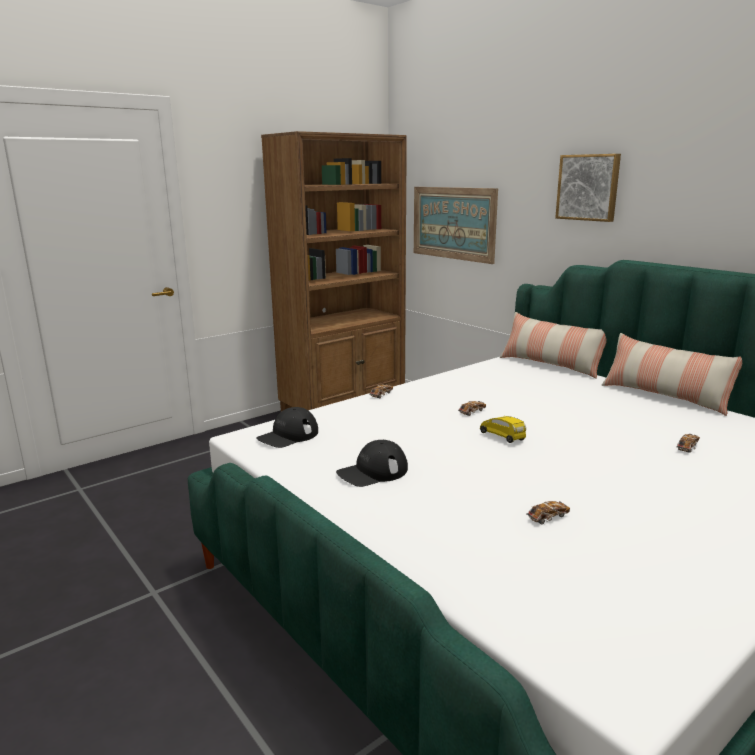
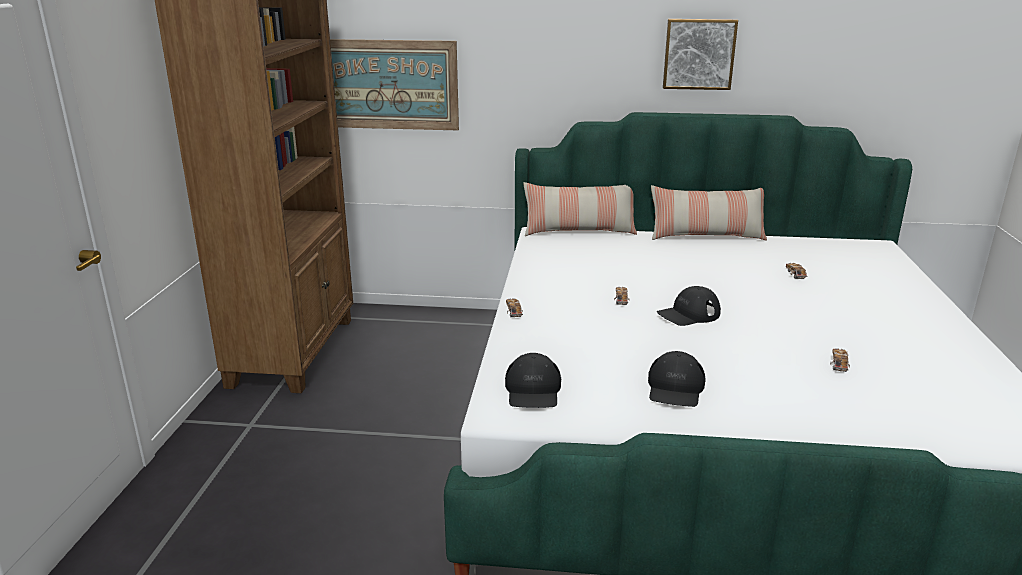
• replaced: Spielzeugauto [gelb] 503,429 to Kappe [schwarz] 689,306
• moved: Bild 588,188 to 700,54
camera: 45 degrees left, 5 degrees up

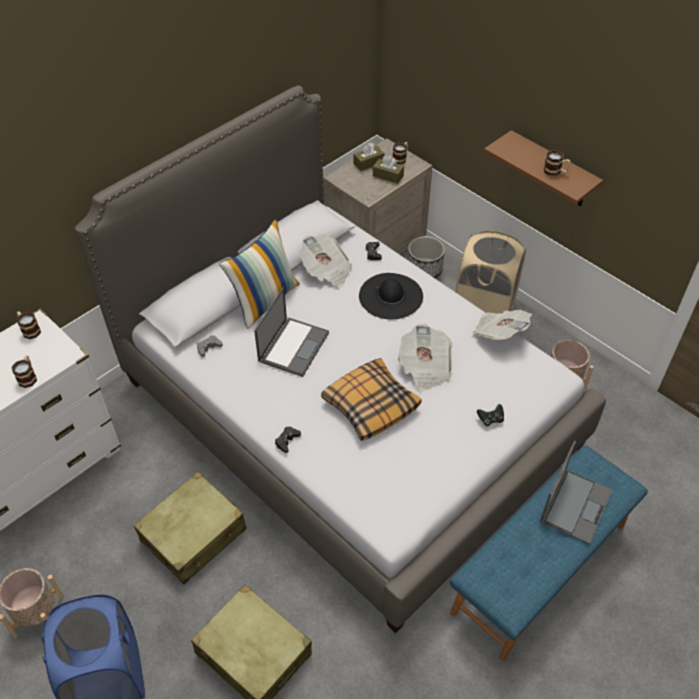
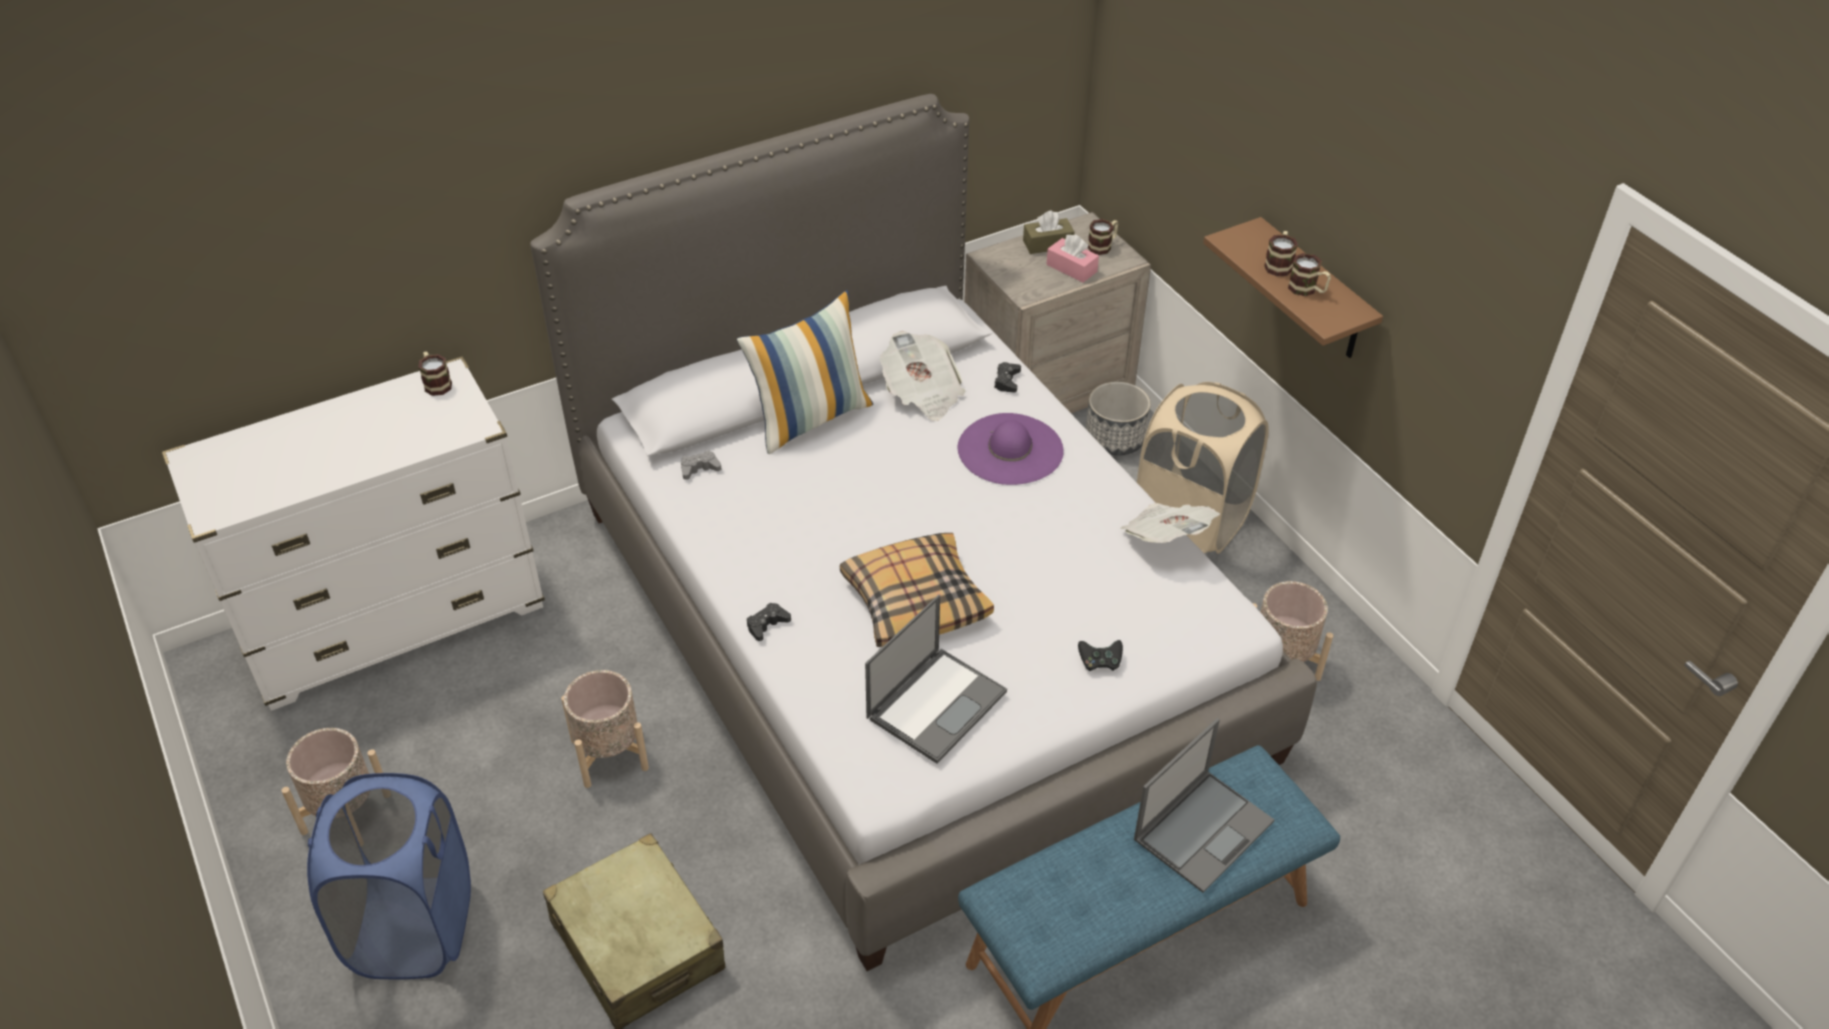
• moved: Henkelbecher 24,371 to 1281,254
• replaced: Koffer [beige] 190,528 to Pflanzkübel [beige] 605,729
• moved: Laptop 291,332 to 936,679
• recoloured: Hut [schwarz] 391,296 to Hut [lila] 1011,449
• recoloured: Taschentuchbox [braun] 388,170 to Taschentuchbox [rosa] 1072,259
• removed: Zeitung 425,357
camera: 15 degrees right, 5 degrees down

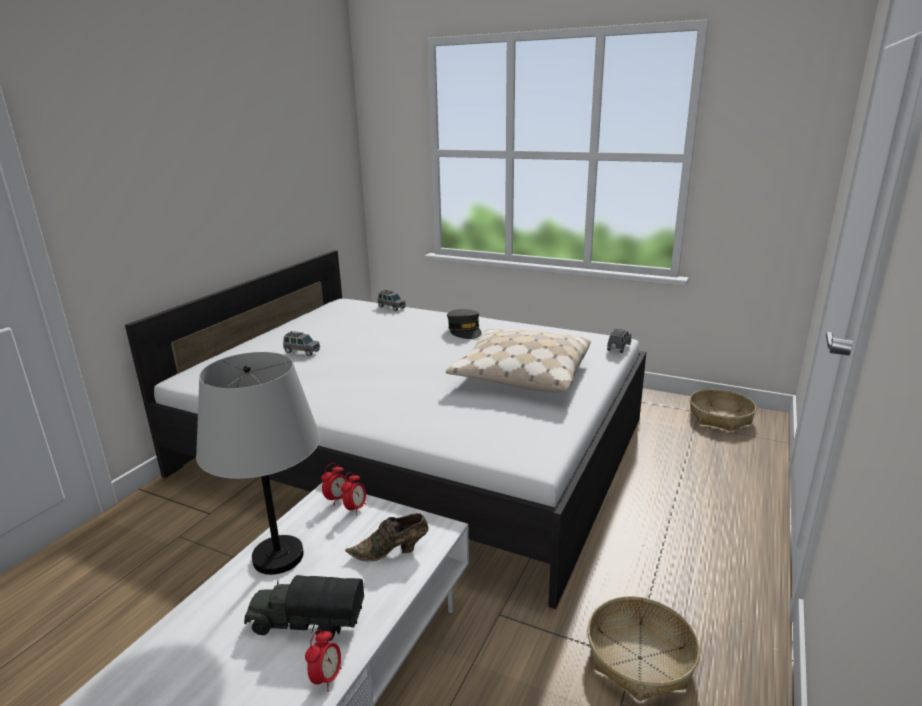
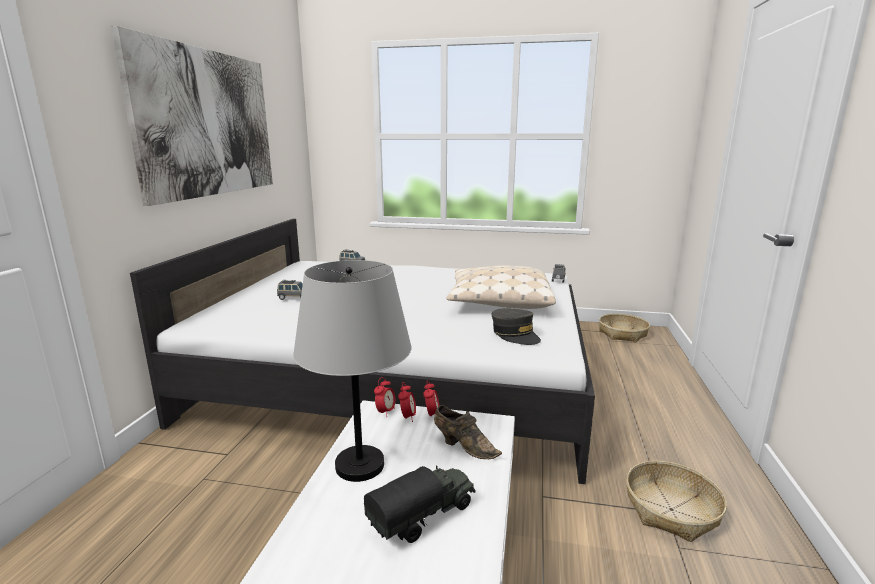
• turned: Spielzeuglaster 304,608 = 419,504 150 degrees clockwise
• moved: Wecker 323,660 to 431,398
• turned: Schuh [braun] 387,537 = 468,432 120 degrees counterclockwise
• moved: Kappe [grau] 464,324 to 516,326
• added: Bild 192,116
camera: 15 degrees left, 5 degrees down

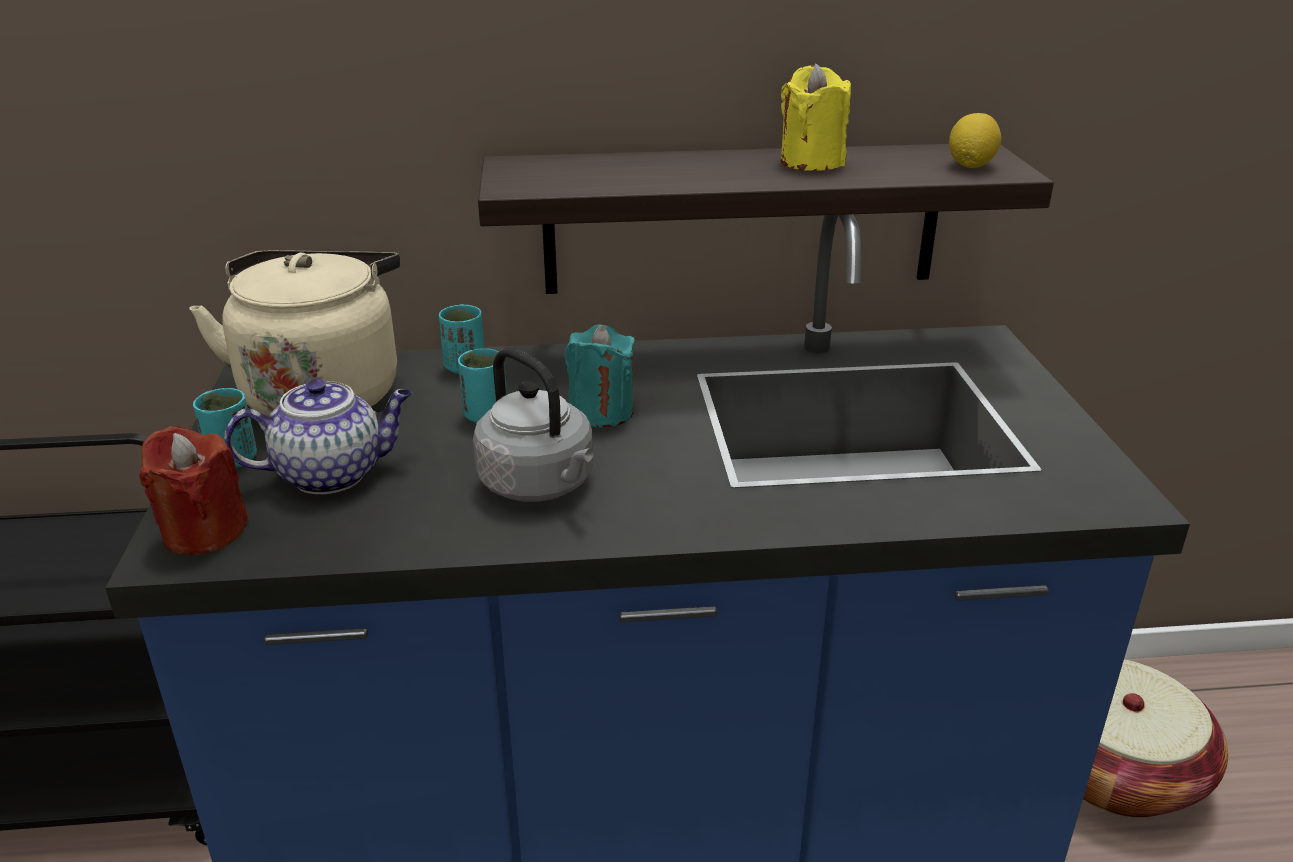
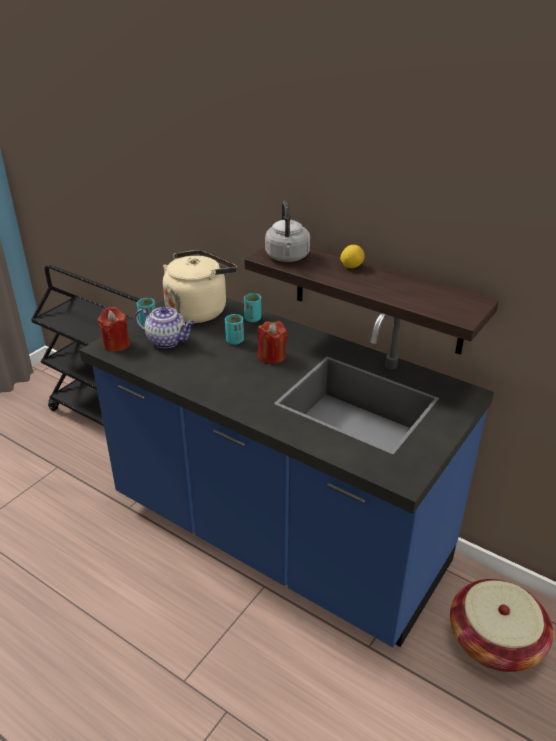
• moved: Wasserkessel [grau] 533,425 to 287,231
• recoloured: Kerze [türkis] 600,376 to Kerze [rot] 272,342
• removed: Kerze [gelb] 816,117
• moved: Zitrone 975,140 to 352,256
camera: 40 degrees right, 5 degrees up

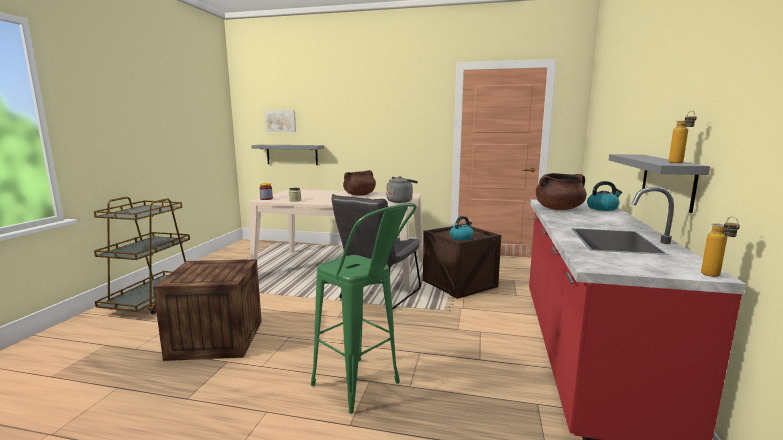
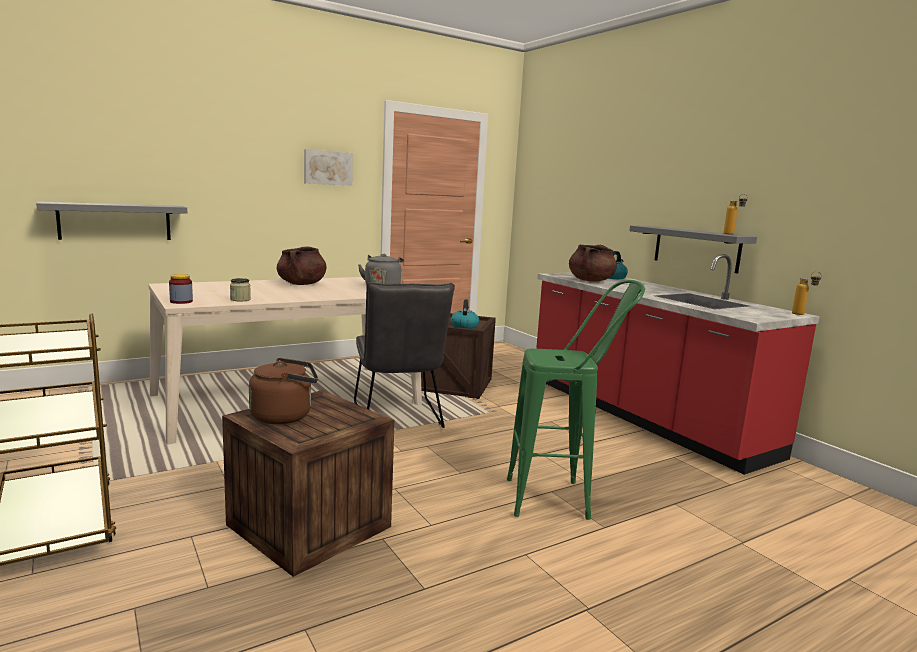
• moved: Bild 280,121 to 328,167
• added: Wasserkessel [braun] 283,391
camera: 45 degrees left, 0 degrees up

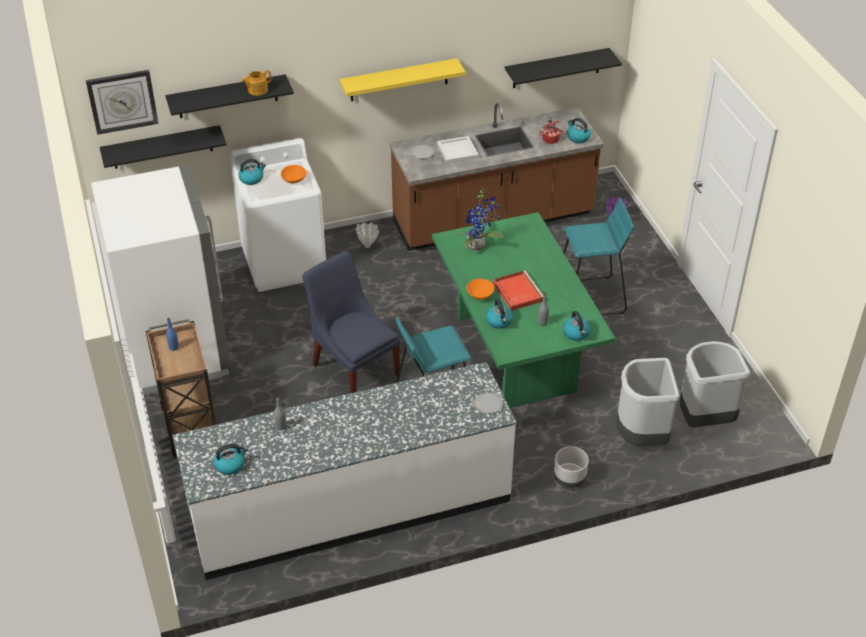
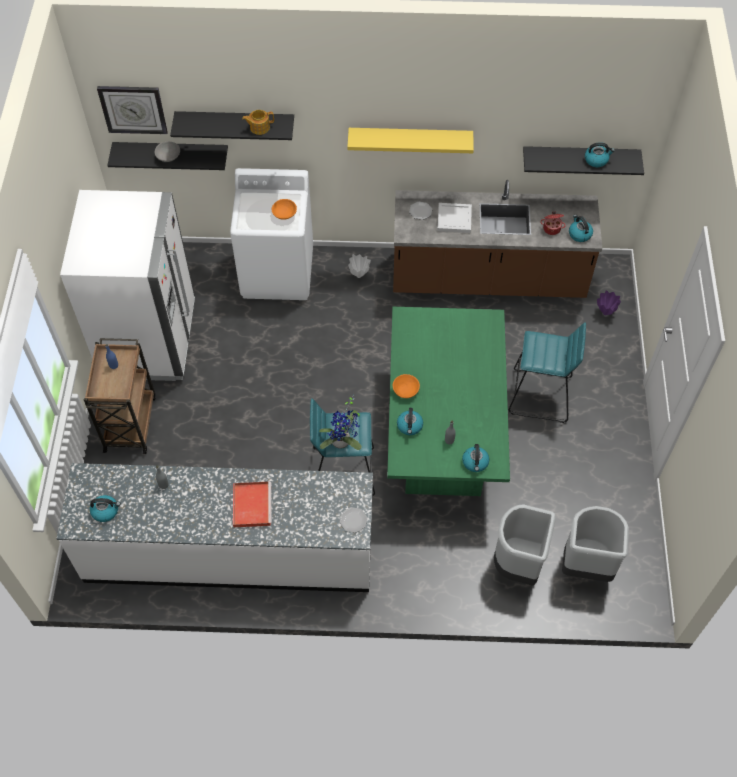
• moved: Wasserkessel 252,172 to 600,154
• removed: Stuhl [blau] 351,322
• moved: Topfpflanze 480,219 to 340,422
• moved: Tablett [rot] 518,290 to 252,504
• removed: Pflanzkübel [grau] 571,467
• added: Schüssel [grau] 167,151
camera: 20 degrees right, 15 degrees up

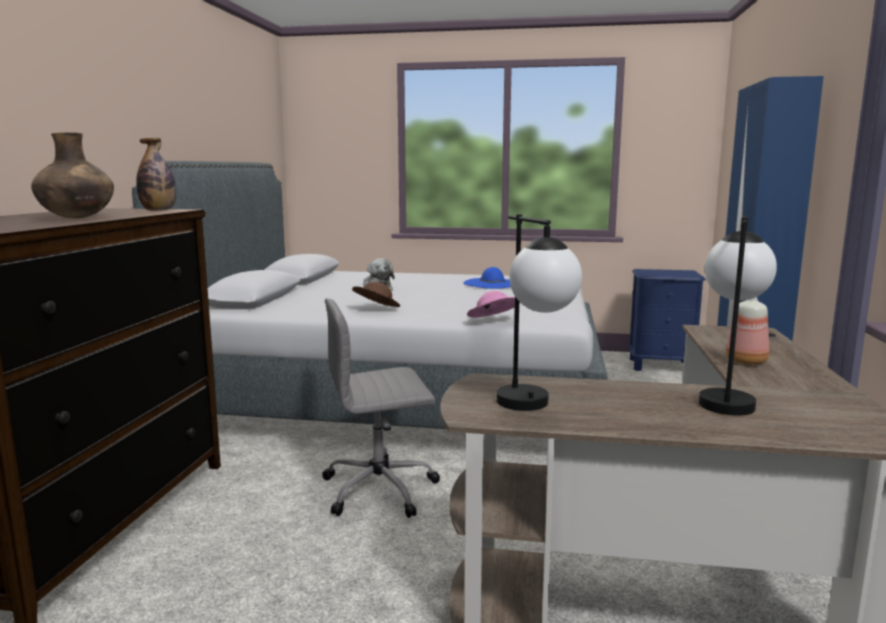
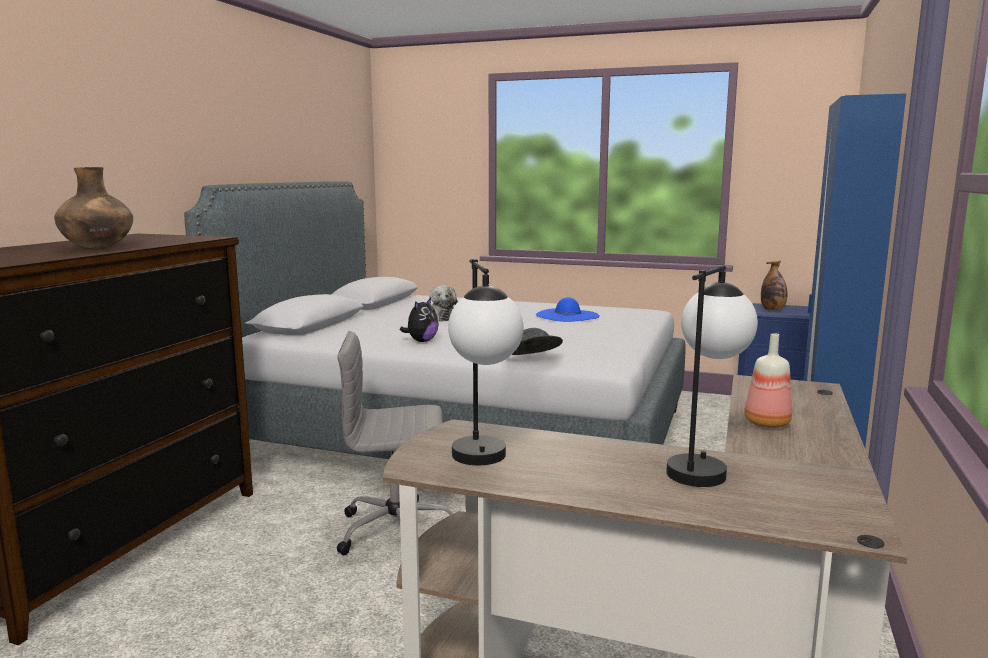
• moved: Flasche 156,174 to 774,285
• replaced: Hut [braun] 376,294 to Plüschtier 419,320
• recoloured: Hut [rosa] 493,304 to Hut [grau] 537,341
camera: 10 degrees right, 0 degrees up

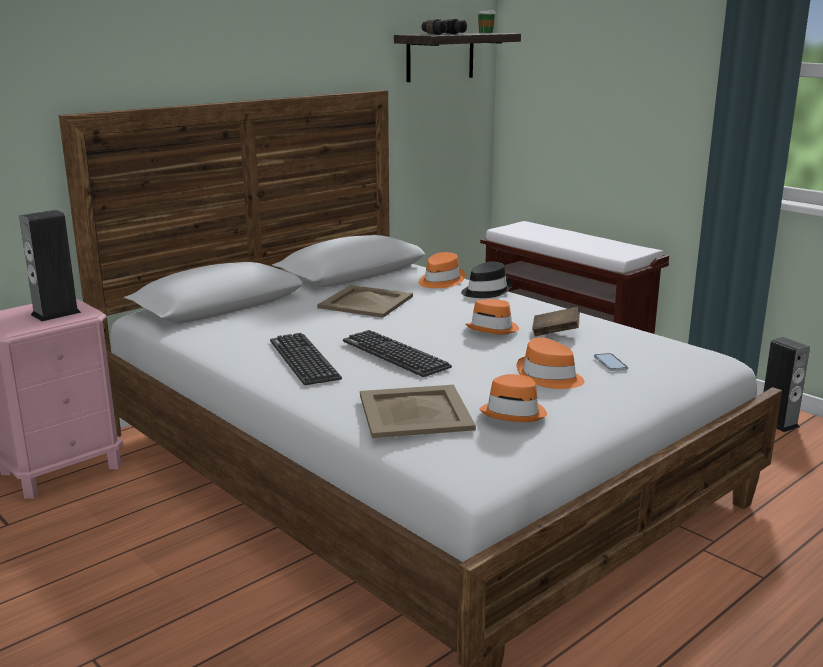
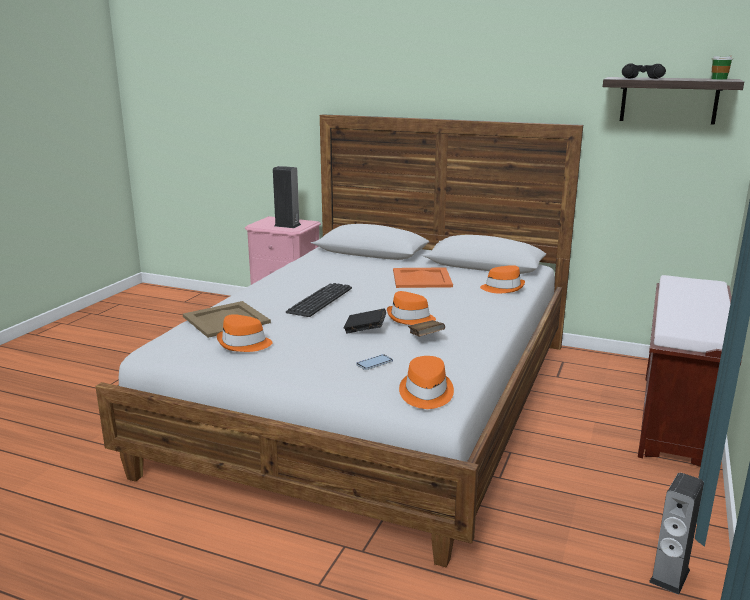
• removed: Tastatur 306,359
• recoloured: Tablett [beige] 365,301 to Tablett [orange] 423,277
• removed: Hut [schwarz] 486,280
• moved: Hut [orange] 551,363 to 426,382
• added: Buch [schwarz] 365,320
camera: 65 degrees right, 0 degrees up

